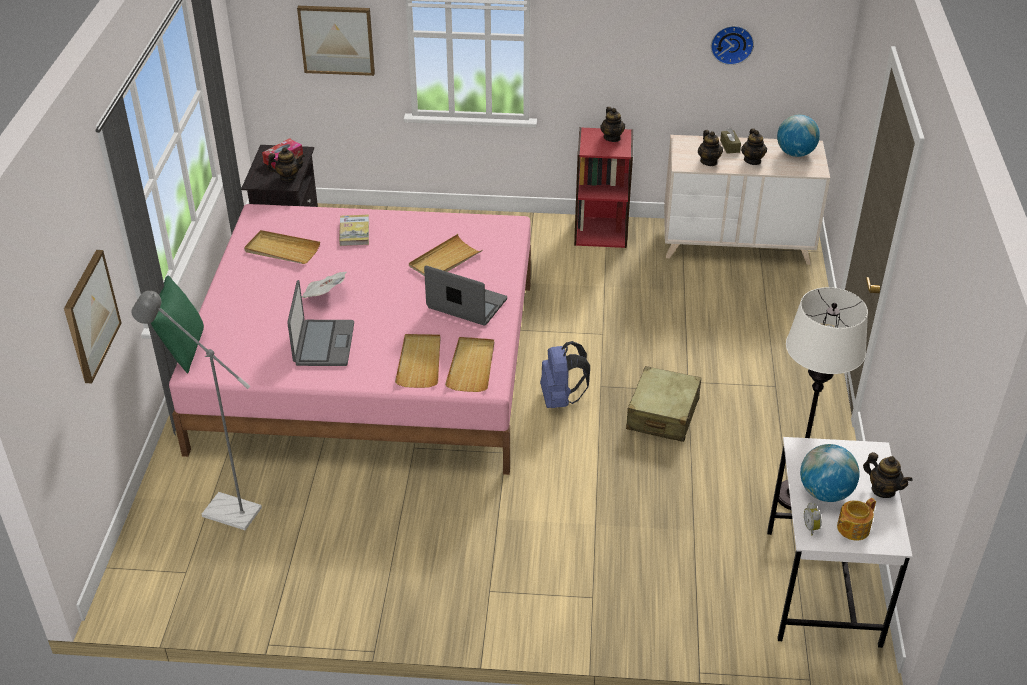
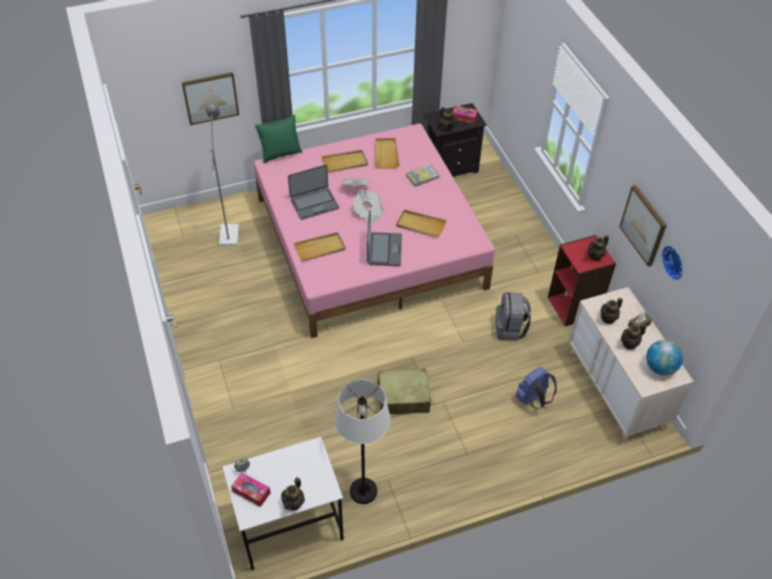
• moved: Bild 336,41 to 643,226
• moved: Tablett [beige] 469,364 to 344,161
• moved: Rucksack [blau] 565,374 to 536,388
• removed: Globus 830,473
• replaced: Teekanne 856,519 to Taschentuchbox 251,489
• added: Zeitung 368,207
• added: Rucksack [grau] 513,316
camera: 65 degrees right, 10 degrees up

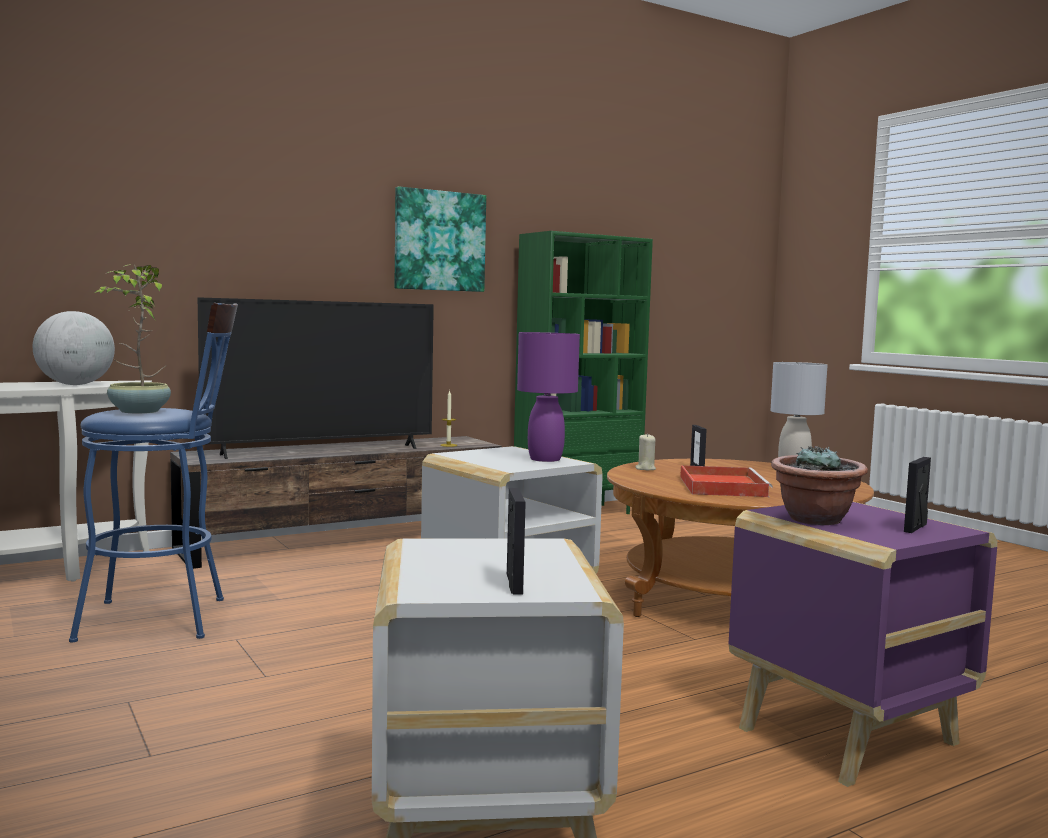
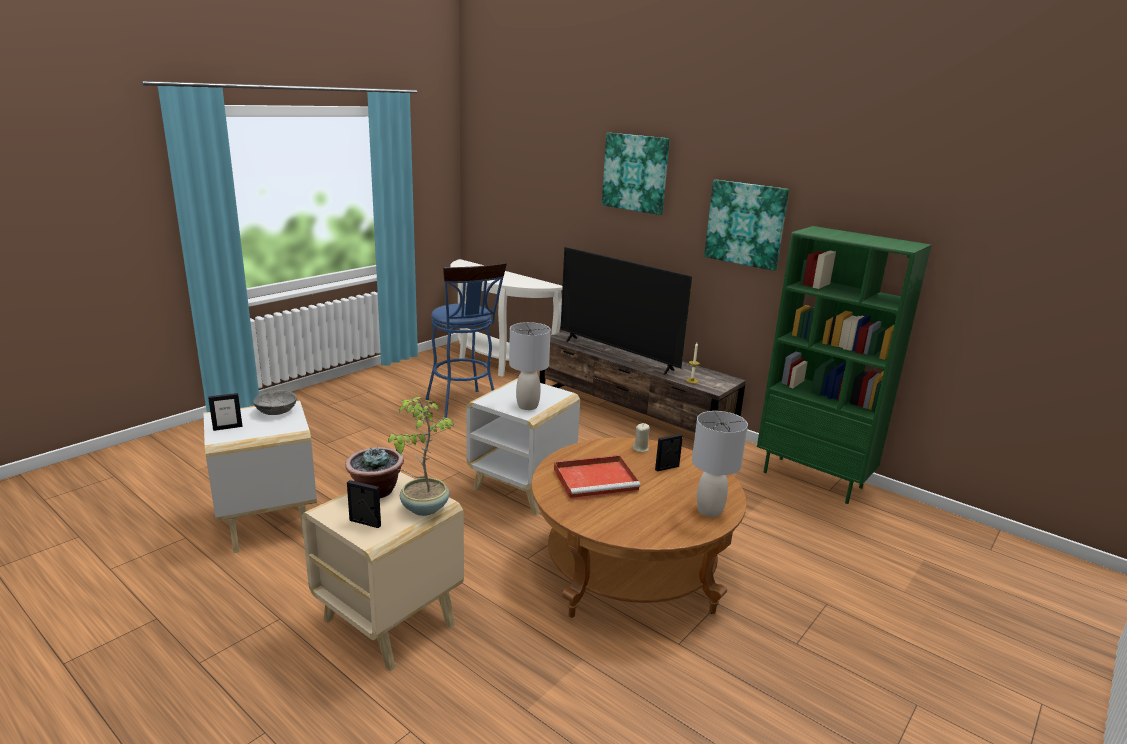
• removed: Globus 74,348
• moved: Topfpflanze 133,339 to 421,456
• recoloured: Tischlampe [lila] 548,397 to Tischlampe [grau] 530,366
• recoloured: Beistelltisch [lila] 862,644 to Beistelltisch [beige] 383,571
• added: Schüssel [grau] 275,402
• added: Bild 636,174
camera: 70 degrees right, 15 degrees up

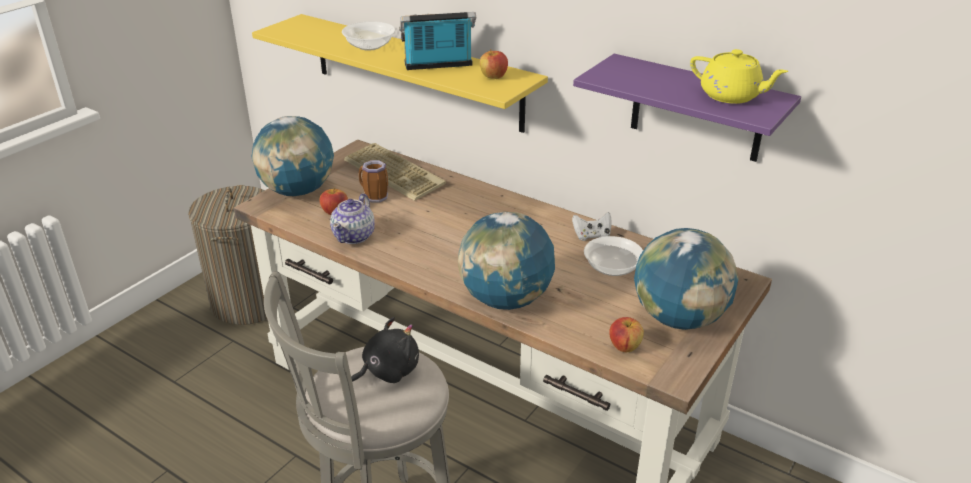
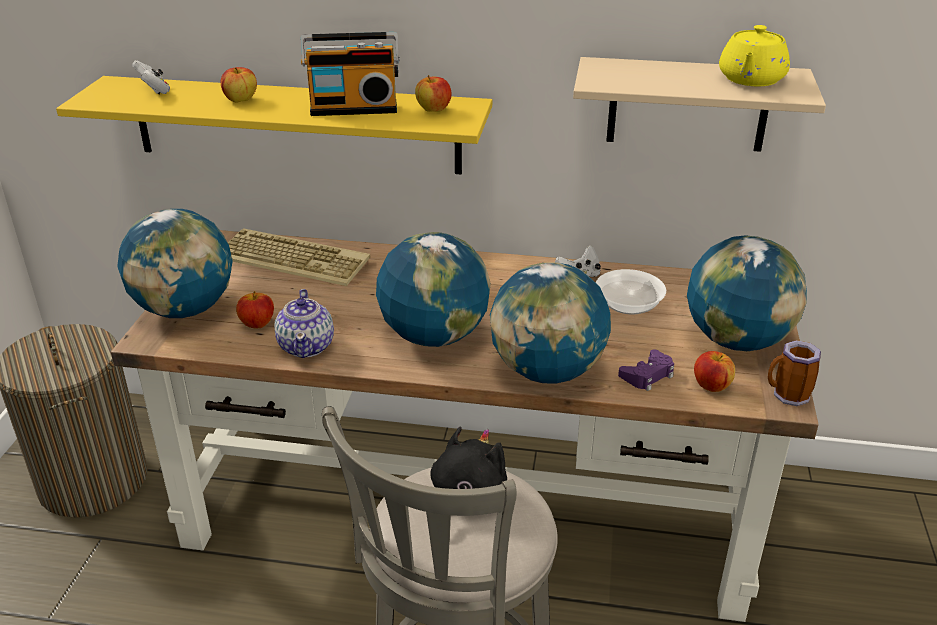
• replaced: Schüssel 368,36 to Apfel 239,85
• moved: Henkelbecher 373,181 to 794,373
• turned: Radio 437,41 = 350,74 150 degrees counterclockwise
• recoloured: Wandregal [lila] 687,108 to Wandregal [beige] 699,104
• turned: Teekanne [gelb] 739,76 = 754,55 105 degrees clockwise
• added: Gamepad [weiß] 151,77
• added: Globus 433,289
• added: Gamepad [lila] 646,370
camera: 25 degrees left, 0 degrees up

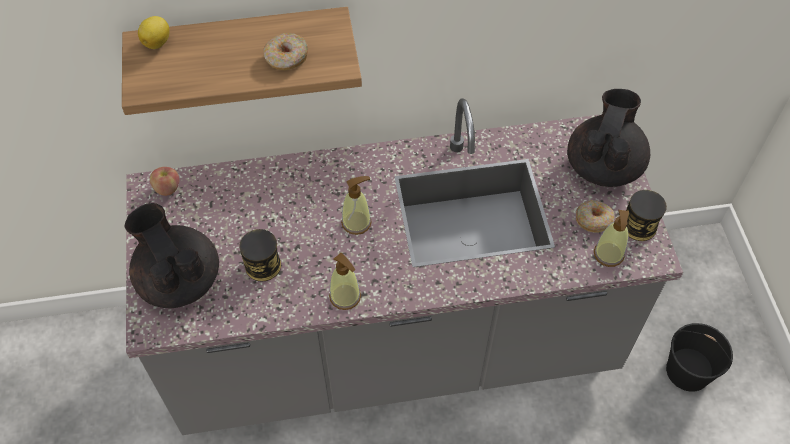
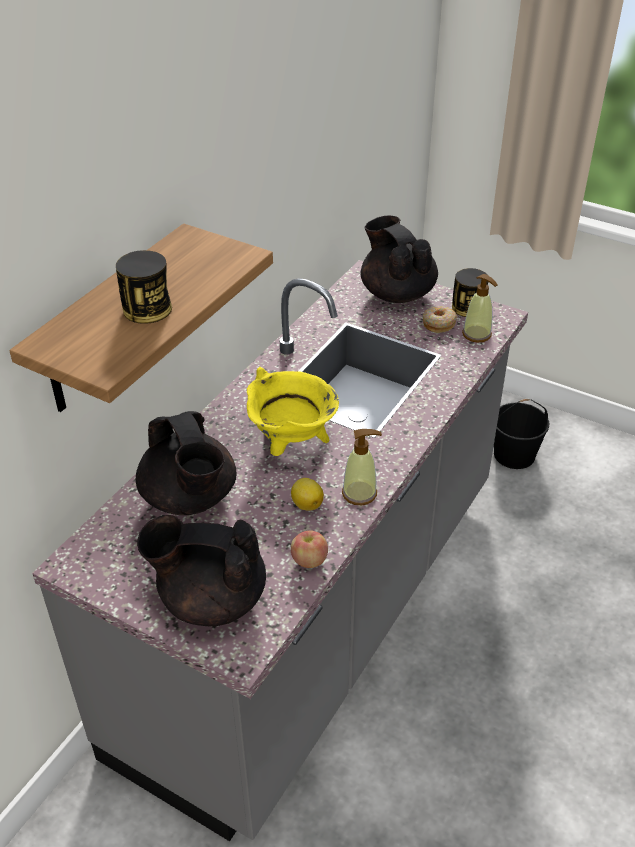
• moved: Zitrone 154,32 to 307,494
• moved: Apfel 164,181 to 309,549
• moved: Dose 260,255 to 144,287
• removed: Donut 286,51
• replaced: Seifenspender 356,205 to Kochtopf [gelb] 293,411
• added: Teekanne [schwarz] 186,463
camera: 50 degrees left, 15 degrees down

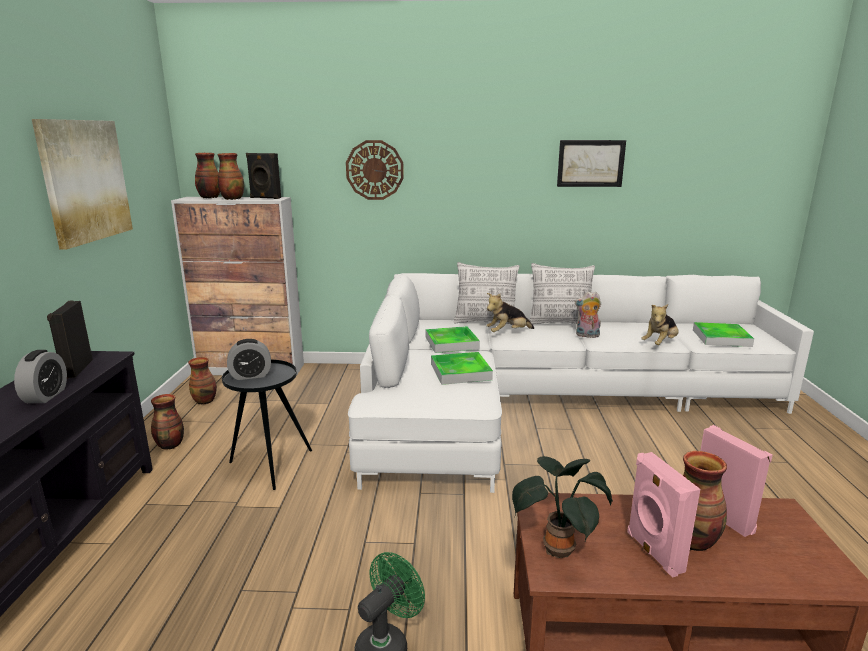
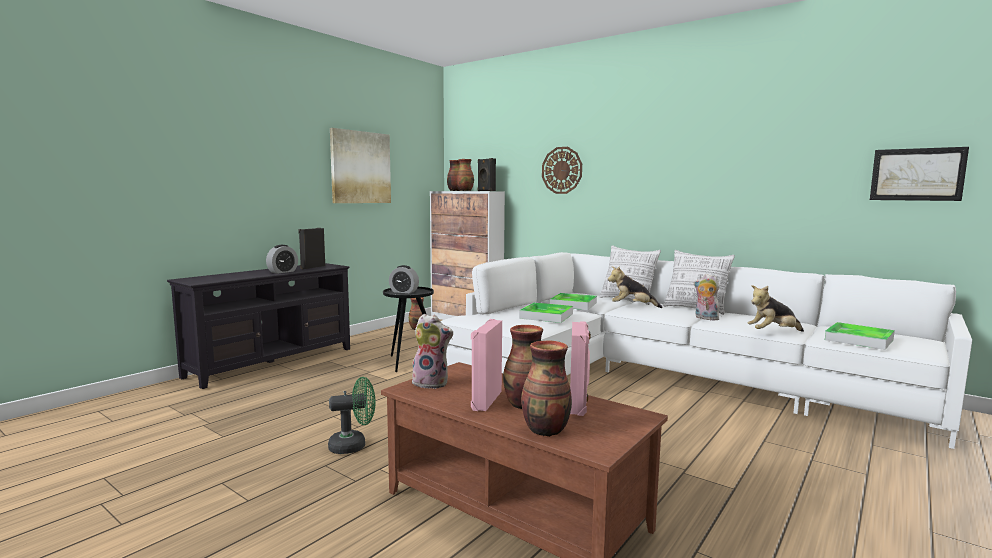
• moved: Vase 167,422 to 546,388
• replaced: Topfpflanze 562,507 to Plüschtier 431,351
• moved: Bild 591,163 to 919,174
camera: 35 degrees right, 10 degrees down

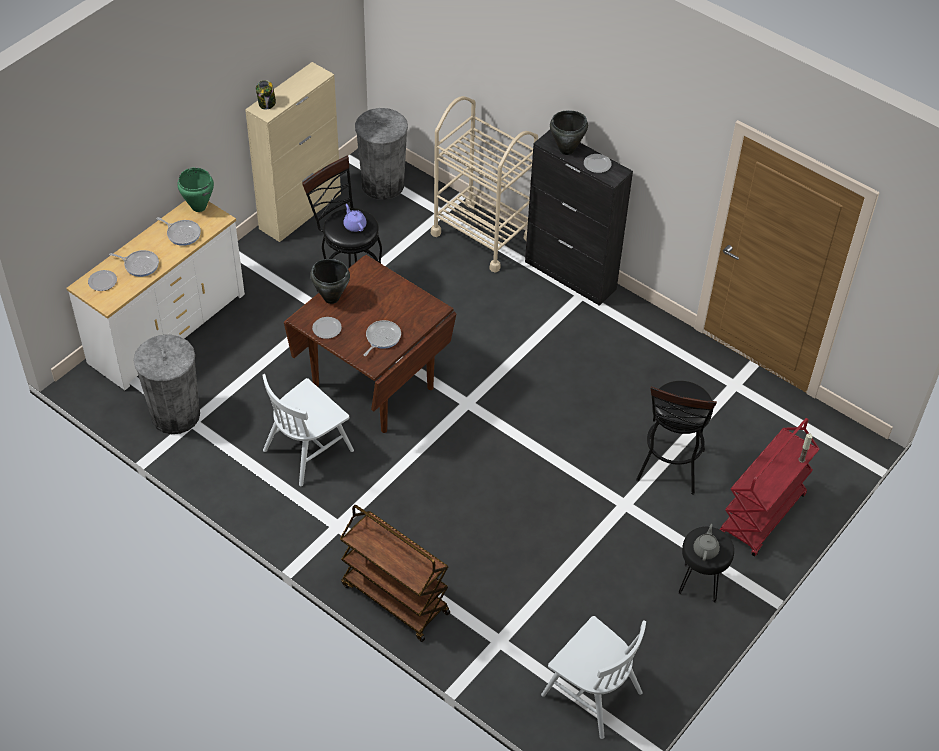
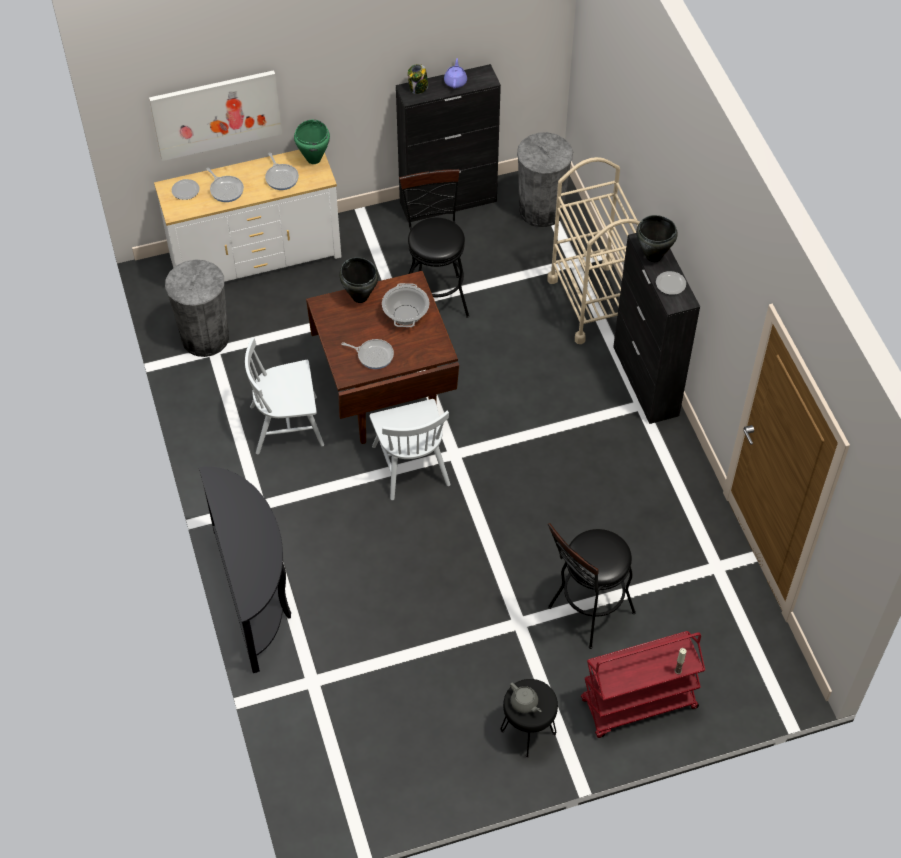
• recoloured: Schrank [beige] 293,152 to Schrank [schwarz] 448,143
• removed: Teller 327,328
• replaced: Rollwagen [braun] 395,573 to Konsolentisch [schwarz] 245,569
• moved: Teekanne [lila] 355,218 to 455,73
• turned: Pfanne 382,338 = 367,354 45 degrees clockwise
• moved: Stuhl [weiß] 593,677 to 410,449
• turned: Teekanne [grau] 706,542 = 525,698 90 degrees clockwise
• added: Bild 215,115
• added: Kochtopf 406,305
camera: 35 degrees right, 5 degrees up

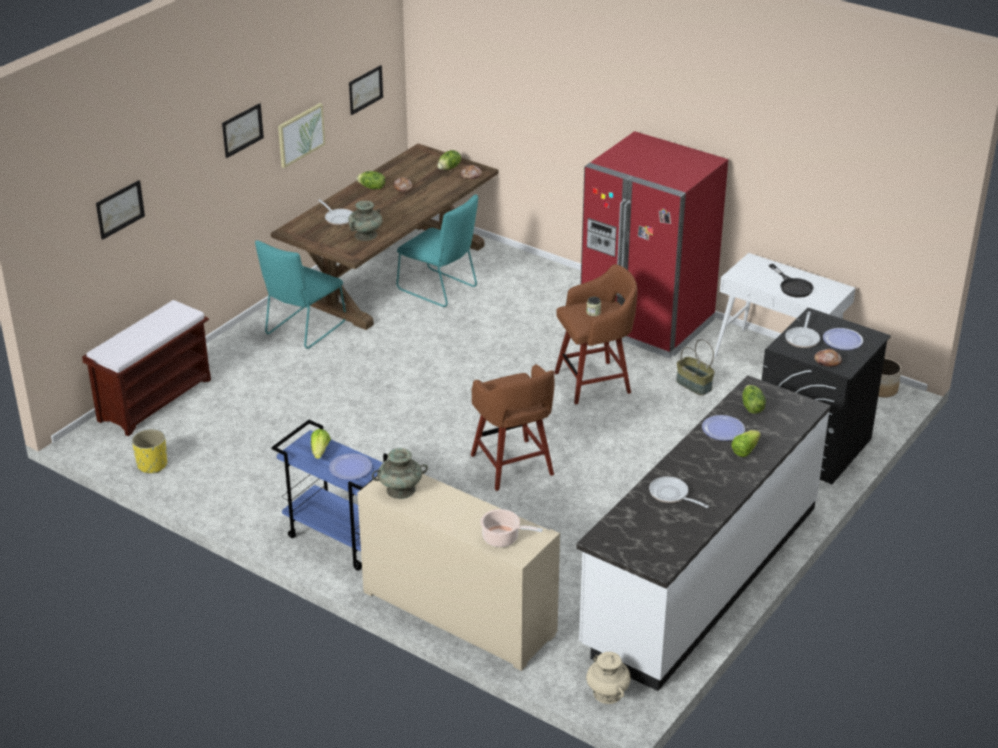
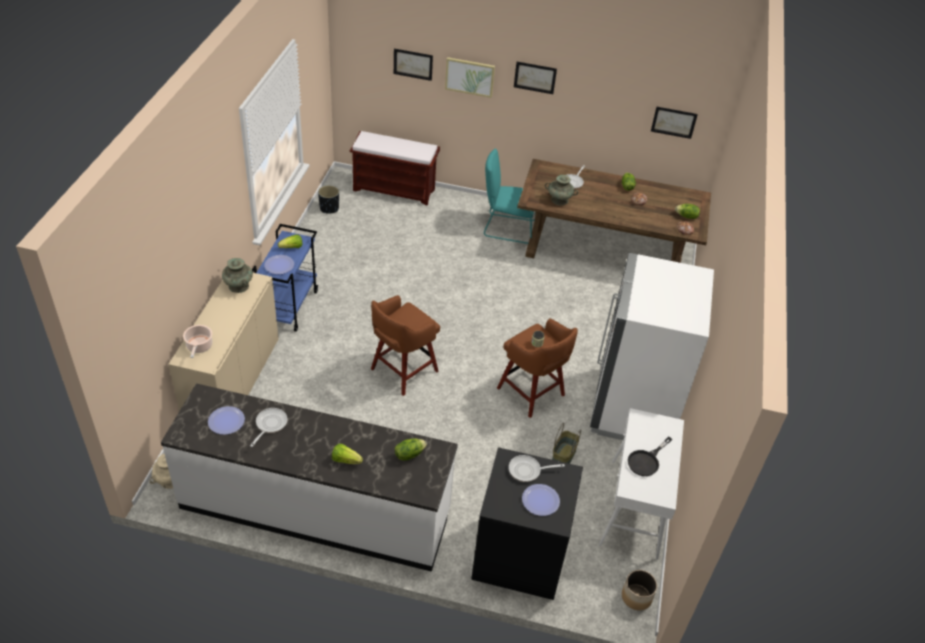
• recoloured: Pflanzkübel [gelb] 149,451 to Pflanzkübel [schwarz] 328,199
• moved: Bild 301,135 to 470,77
• removed: Stuhl [türkis] 437,251
• recoloured: Kühlschrank [rot] 654,245 to Kühlschrank [weiß] 652,346
• moved: Teller 723,428 to 226,420
• removed: Brot 828,358
camera: 65 degrees right, 10 degrees up

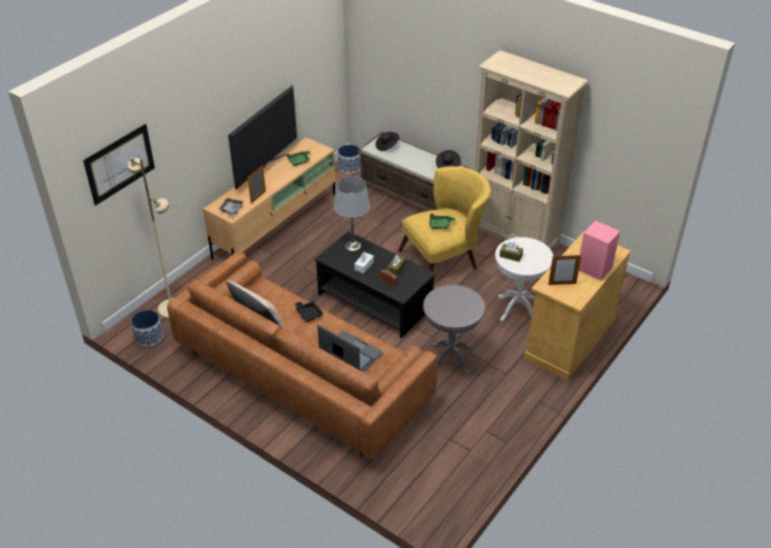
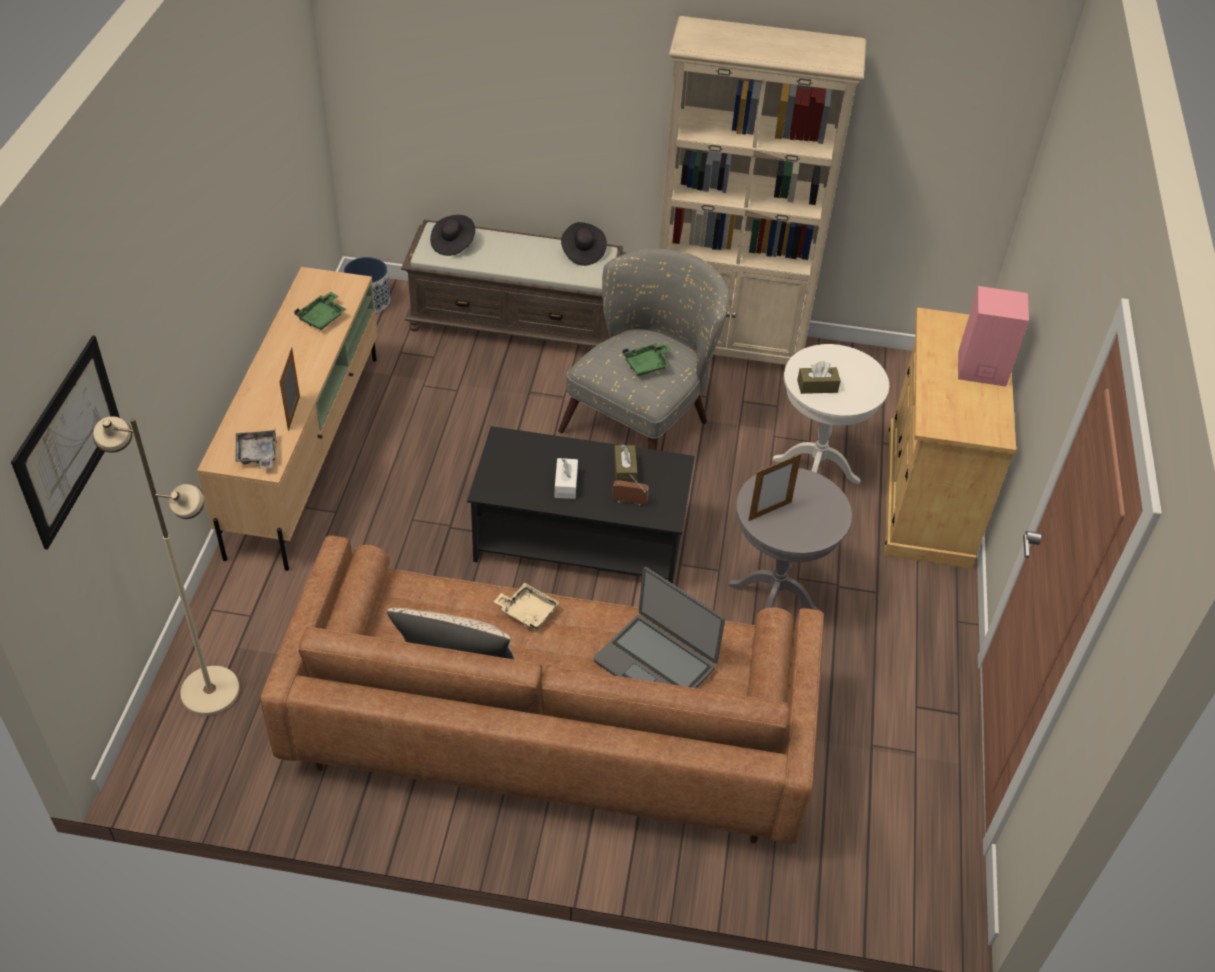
• removed: Pflanzkübel 147,328
• removed: Fernseher 262,137
• recoloured: Tablett [schwarz] 309,311 to Tablett [beige] 526,606
• turned: Laptop 350,348 = 659,627 150 degrees counterclockwise
• removed: Tischlampe [grau] 351,213
• recoloured: Sessel [gelb] 444,219 to Sessel [grau] 644,349
• moved: Bilderrahmen 564,269 to 774,487
camera: 30 degrees left, 5 degrees up

